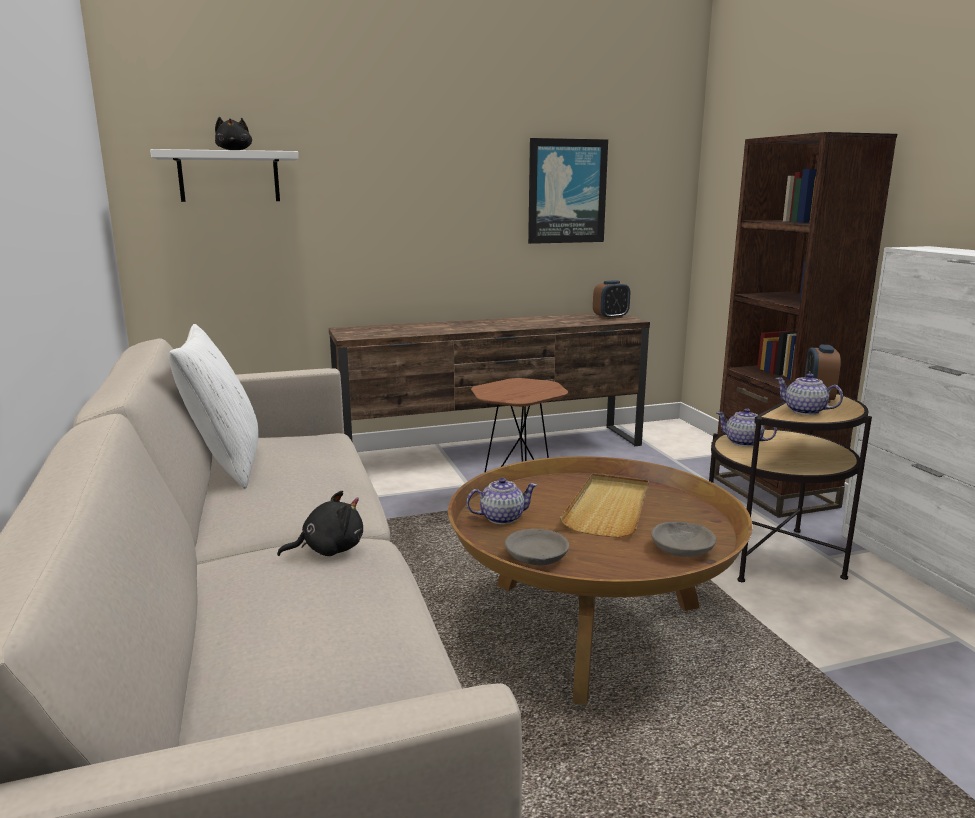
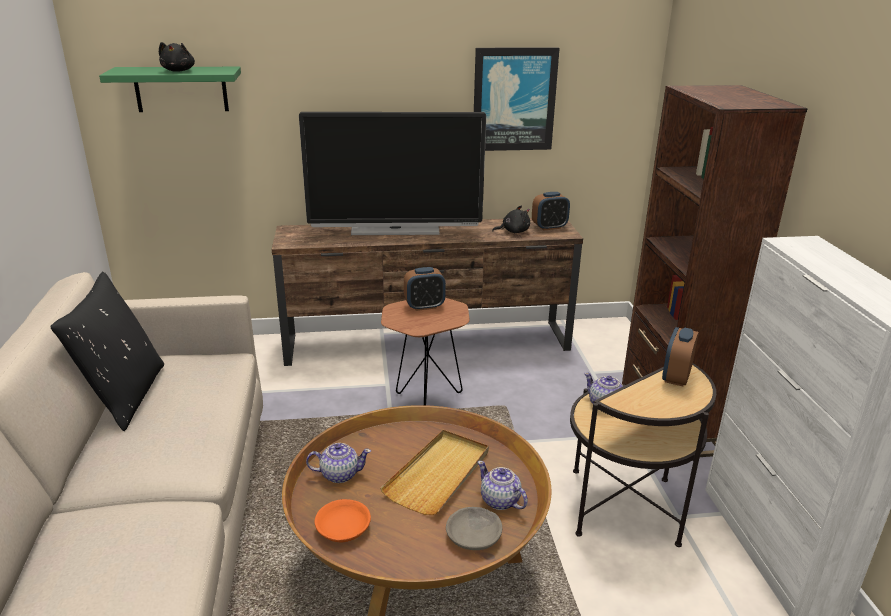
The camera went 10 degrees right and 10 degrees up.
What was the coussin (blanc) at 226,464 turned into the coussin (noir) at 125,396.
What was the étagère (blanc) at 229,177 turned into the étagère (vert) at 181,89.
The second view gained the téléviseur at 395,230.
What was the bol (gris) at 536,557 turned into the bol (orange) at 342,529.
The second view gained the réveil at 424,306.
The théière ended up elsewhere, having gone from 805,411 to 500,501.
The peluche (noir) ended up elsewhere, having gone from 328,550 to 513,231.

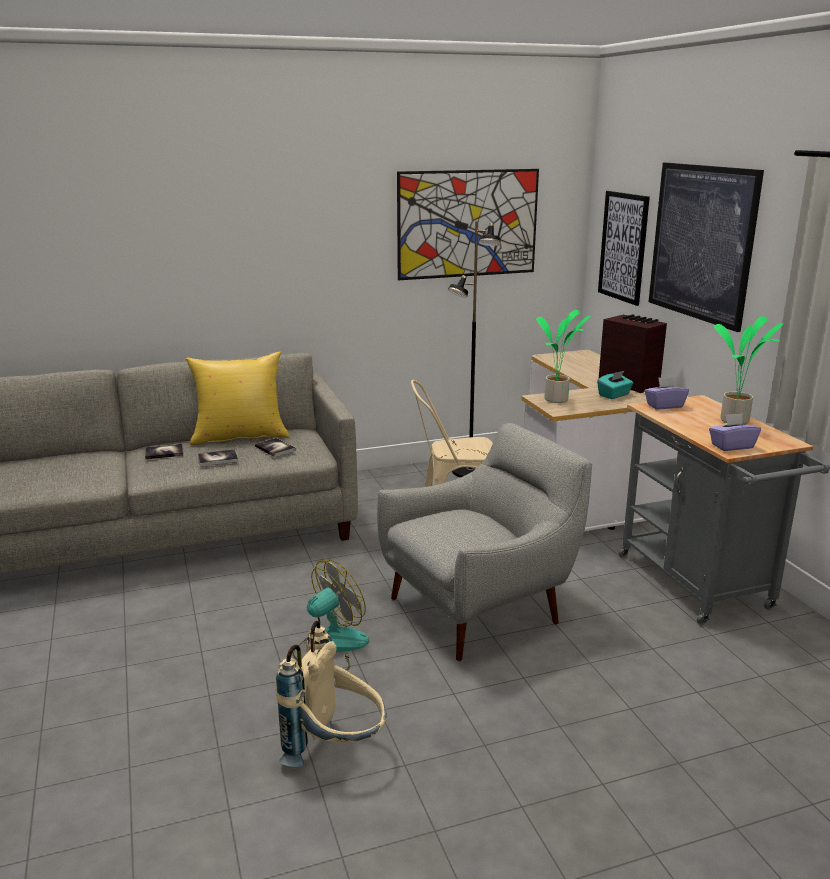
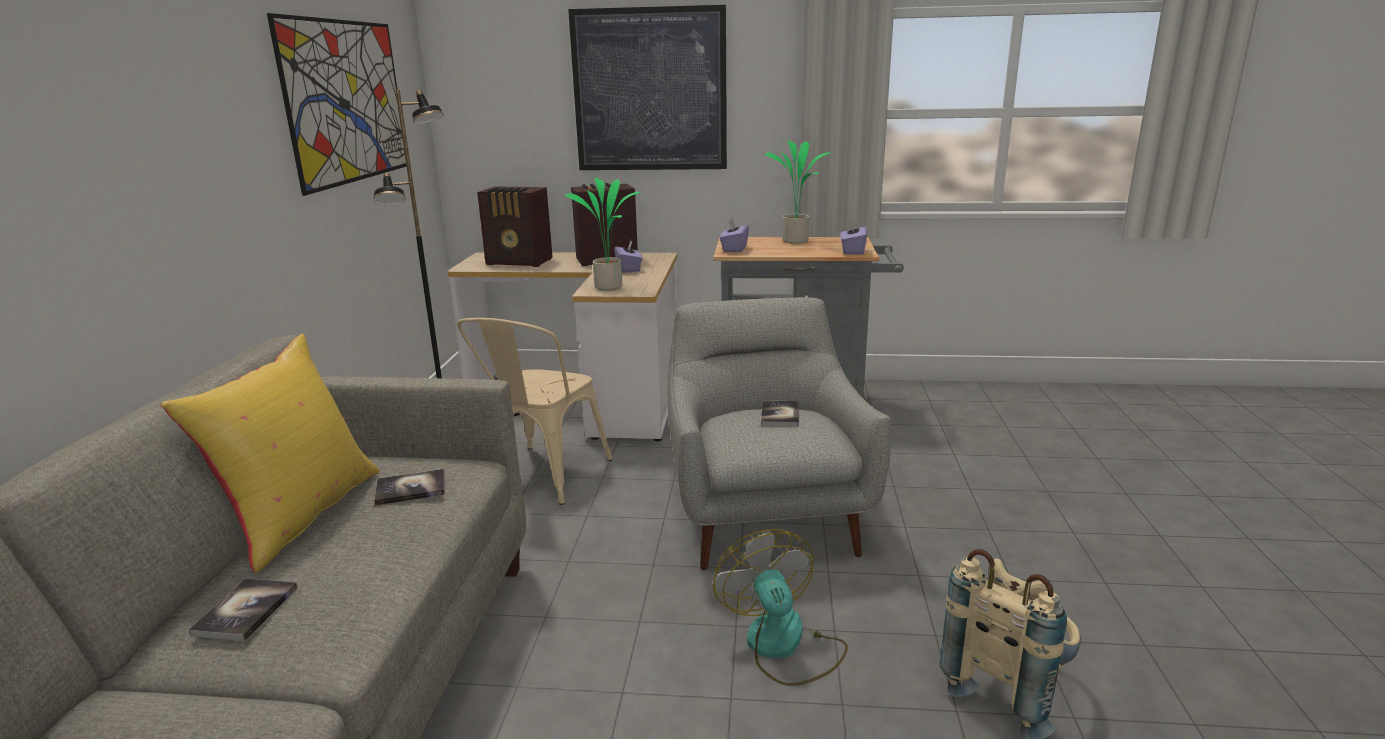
The camera went 65 degrees left and 0 degrees up.
The second view gained the radio at 520,262.
What was the boîte à mouchoirs (turquoise) at 614,395 turned into the boîte à mouchoirs (violet) at 629,269.
The livre ended up elsewhere, having gone from 218,459 to 780,415.
The second view lost the tableau at 623,247.

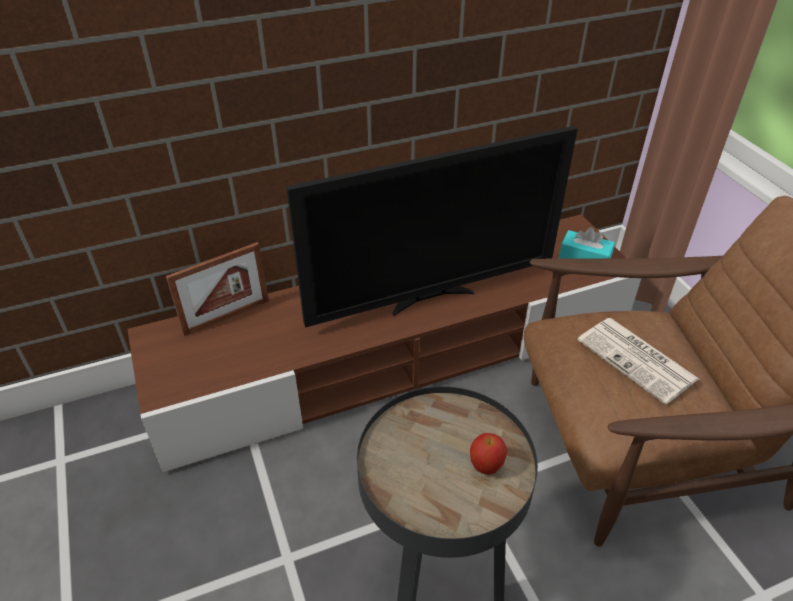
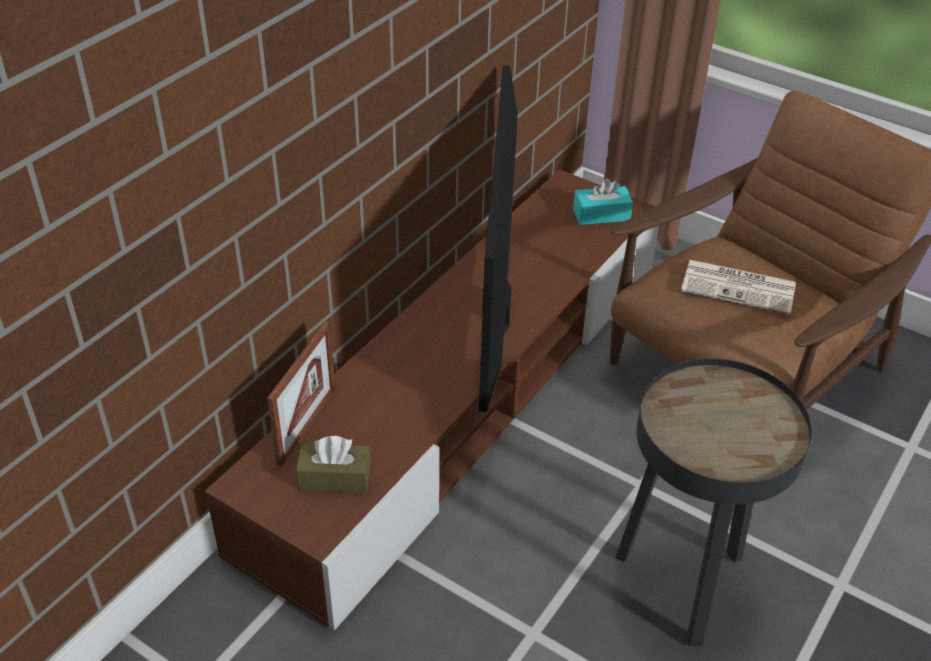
The camera went 35 degrees left and 0 degrees up.
The second view gained the boîte à mouchoirs (marron) at 334,477.
The téléviseur at 431,298 ended up facing another way, 150 degrees clockwise from before.
The second view lost the pomme at 485,467.

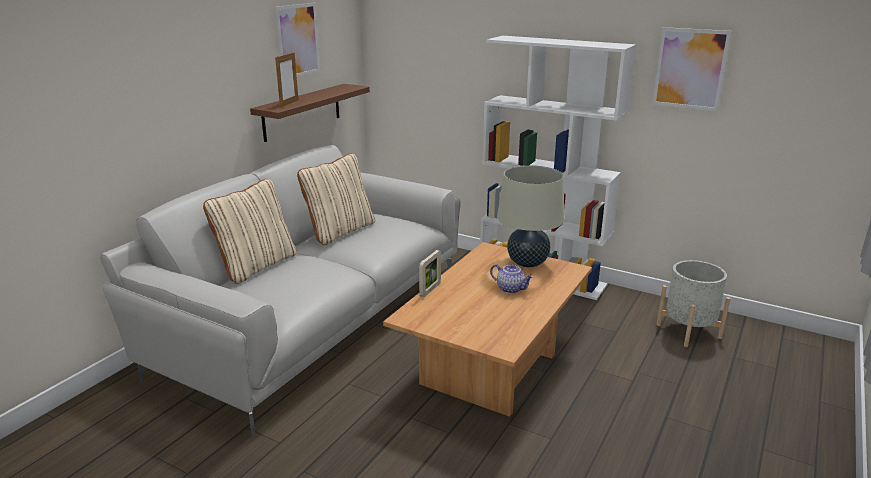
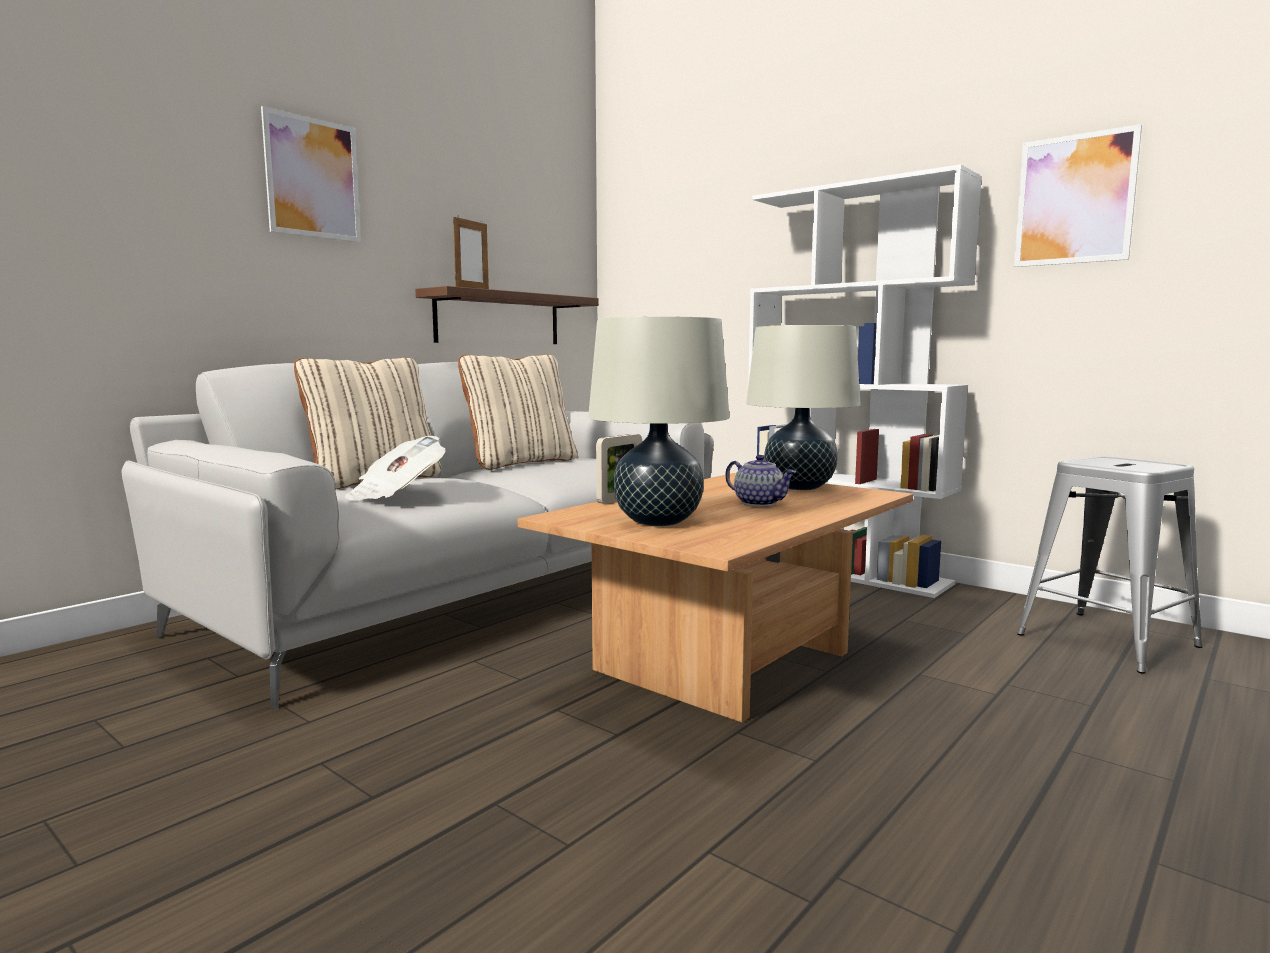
The camera went 10 degrees right and 15 degrees down.
The tableau ended up elsewhere, having gone from 298,40 to 313,178.
The second view gained the journal at 396,494.
The second view gained the lampe de table (beige) at 658,521.
Where the cache-pot (gris) stood at 688,331, the tabouret (gris) came to stand at 1107,641.

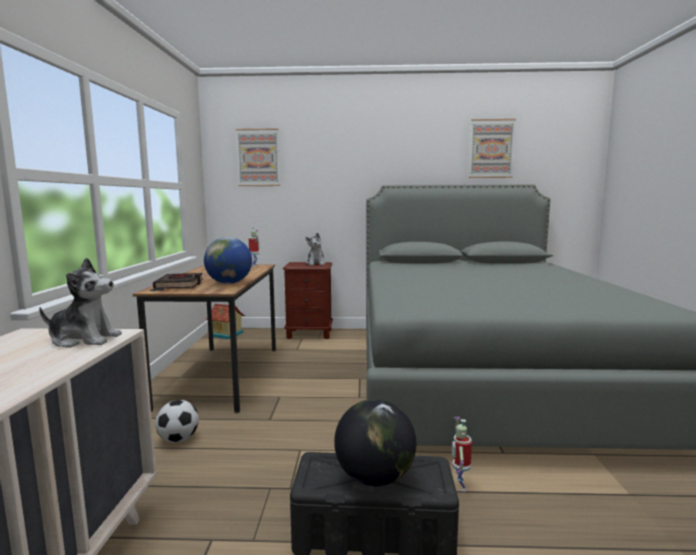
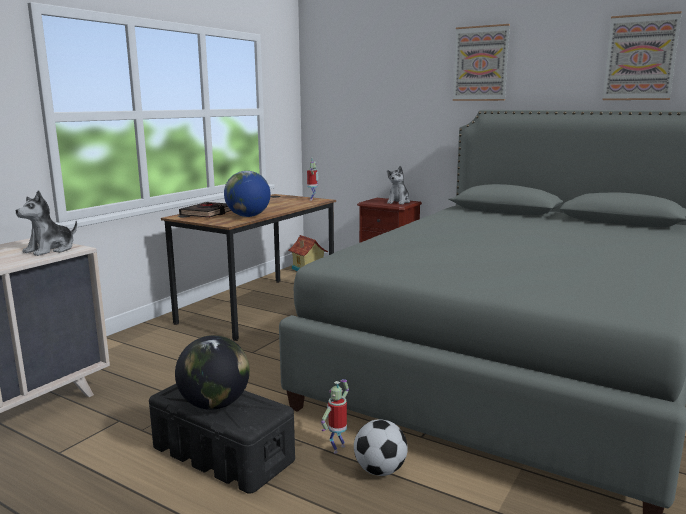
The camera went 30 degrees right and 5 degrees up.
The peluche at 84,339 ended up facing another way, 90 degrees clockwise from before.
The ballon de foot ended up elsewhere, having gone from 178,439 to 380,470.
The tableau ended up elsewhere, having gone from 258,157 to 480,63.

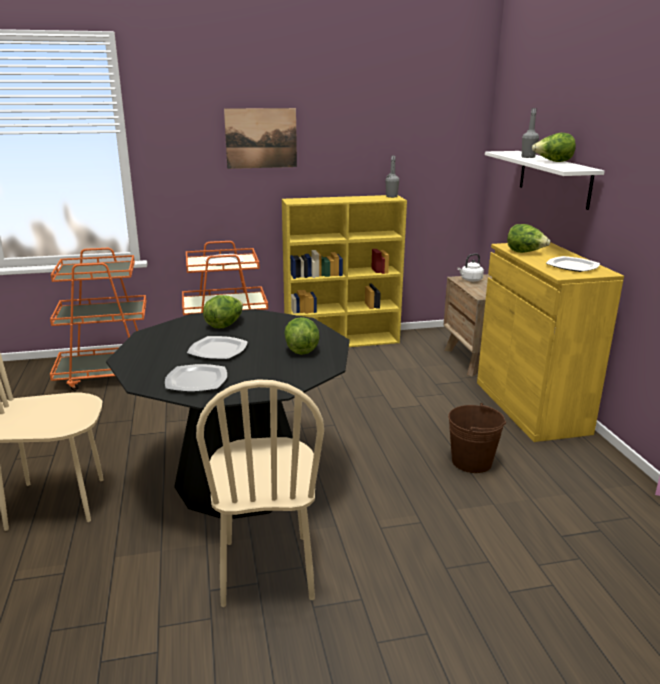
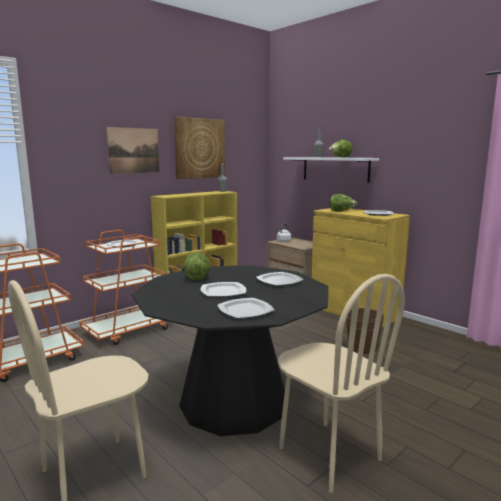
The camera went 30 degrees left and 10 degrees down.
The second view gained the tableau at 199,148.
Where the laitue stood at 301,349, the assiette came to stand at 279,281.

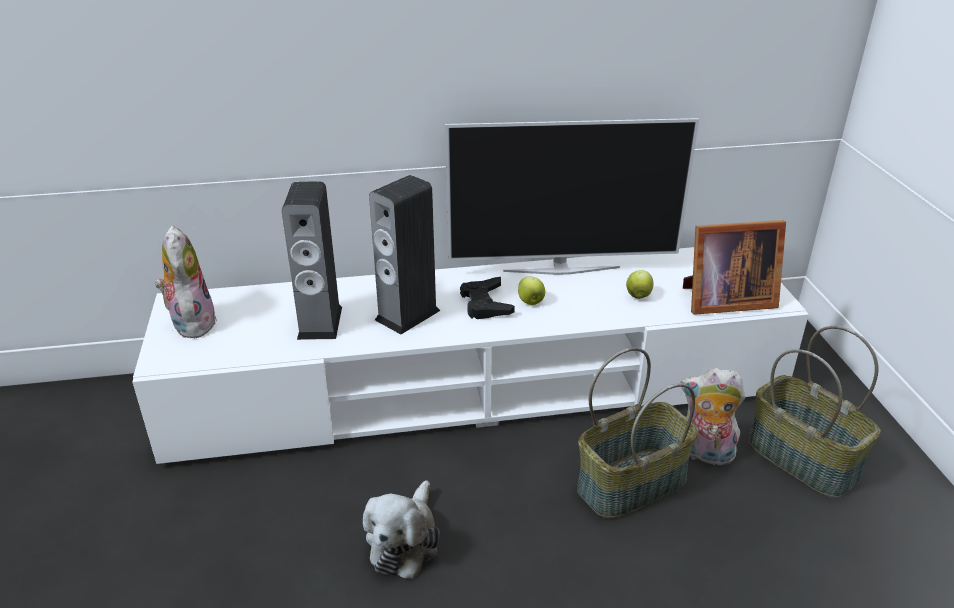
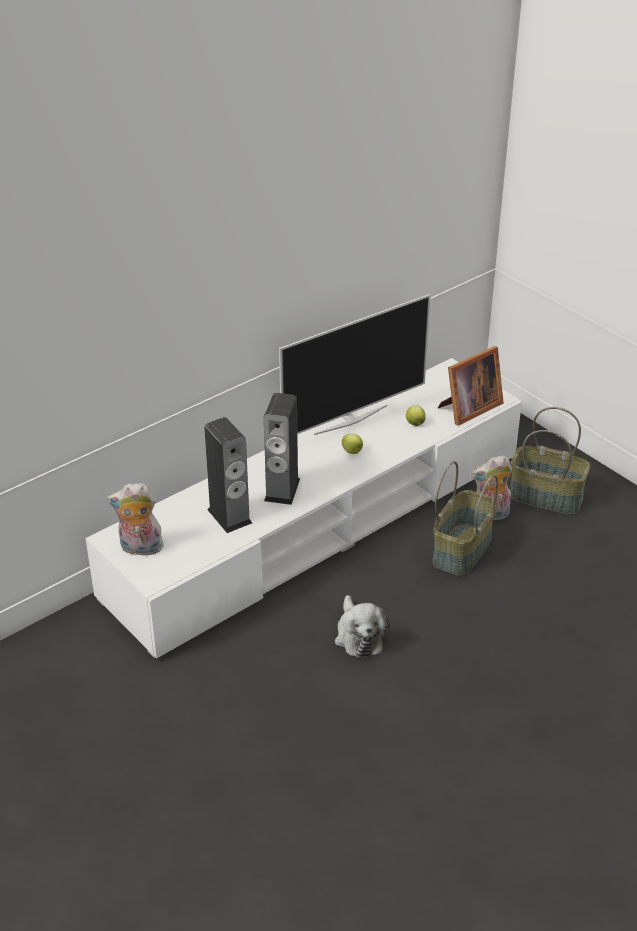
The camera went 30 degrees left and 5 degrees up.
The peluche at 191,322 ended up facing another way, 45 degrees counterclockwise from before.
The second view lost the manette (noir) at 485,304.

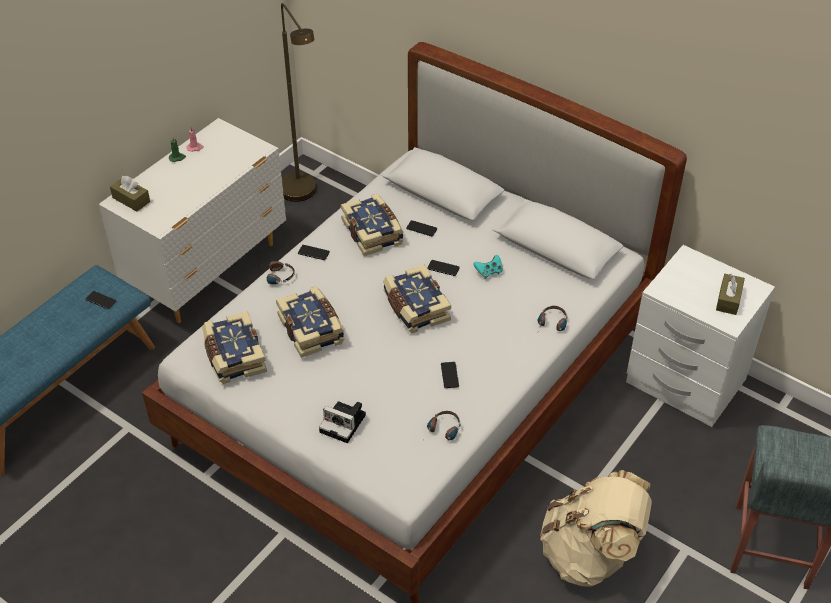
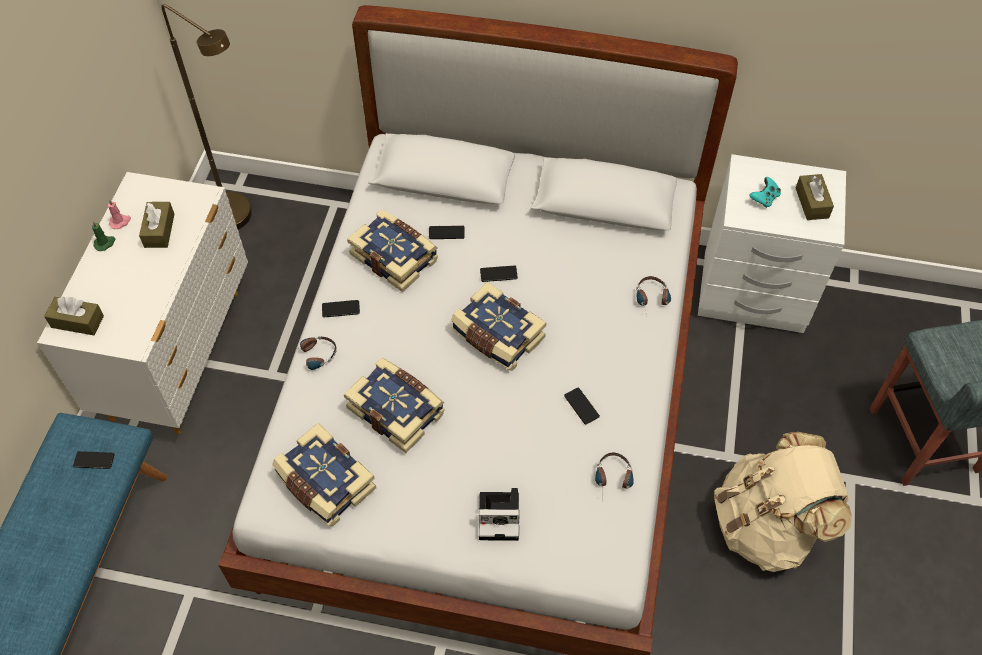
The camera went 25 degrees left and 10 degrees up.
The second view gained the boîte à mouchoirs (marron) at 159,230.
The manette (turquoise) ended up elsewhere, having gone from 488,272 to 764,198.

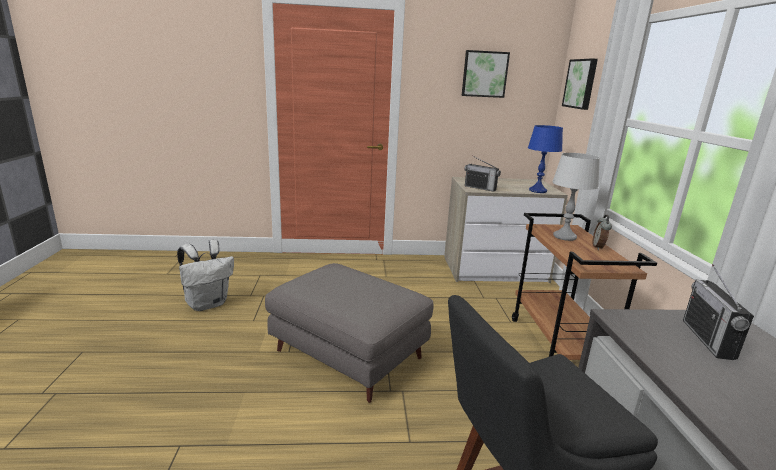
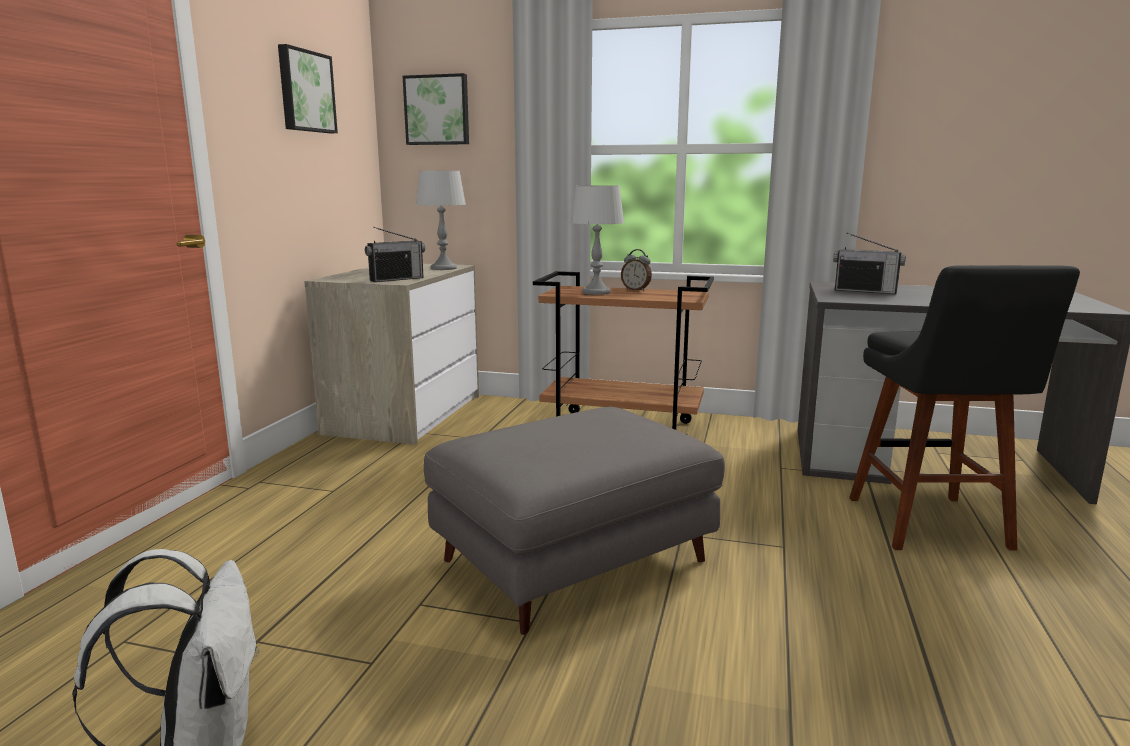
The camera went 70 degrees left and 5 degrees down.
What was the lampe de table (bleu) at 537,191 turned into the lampe de table (gris) at 443,268.

